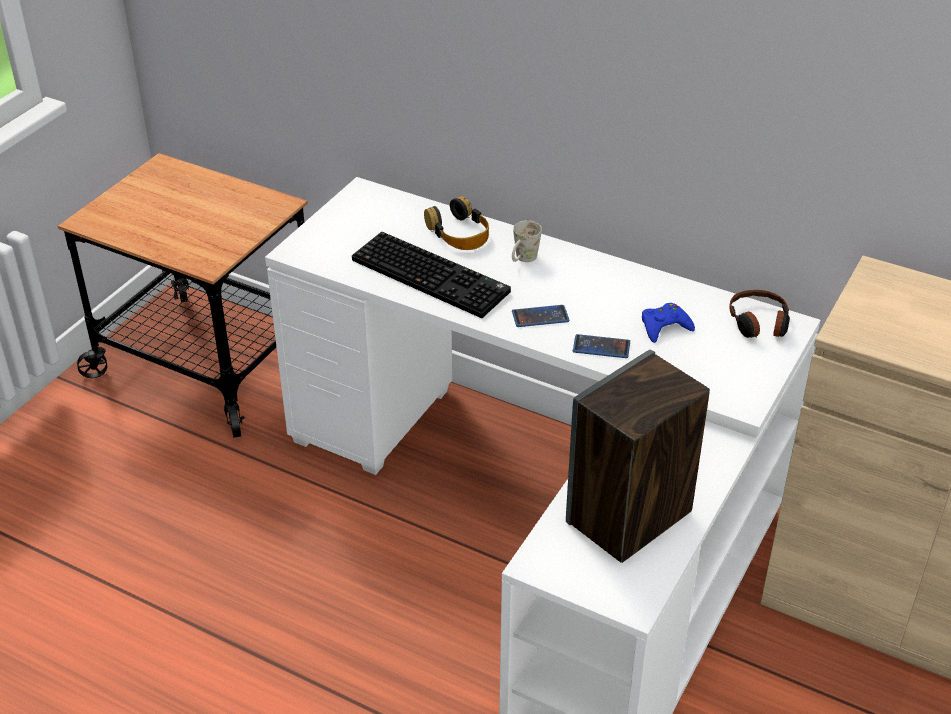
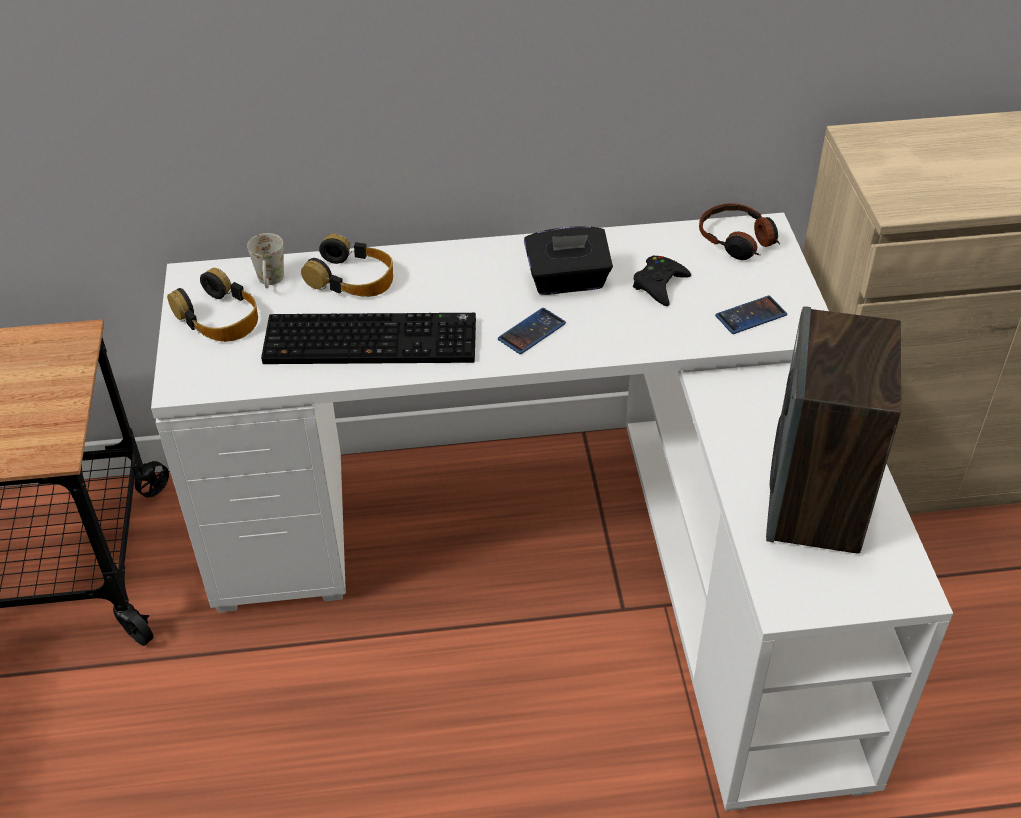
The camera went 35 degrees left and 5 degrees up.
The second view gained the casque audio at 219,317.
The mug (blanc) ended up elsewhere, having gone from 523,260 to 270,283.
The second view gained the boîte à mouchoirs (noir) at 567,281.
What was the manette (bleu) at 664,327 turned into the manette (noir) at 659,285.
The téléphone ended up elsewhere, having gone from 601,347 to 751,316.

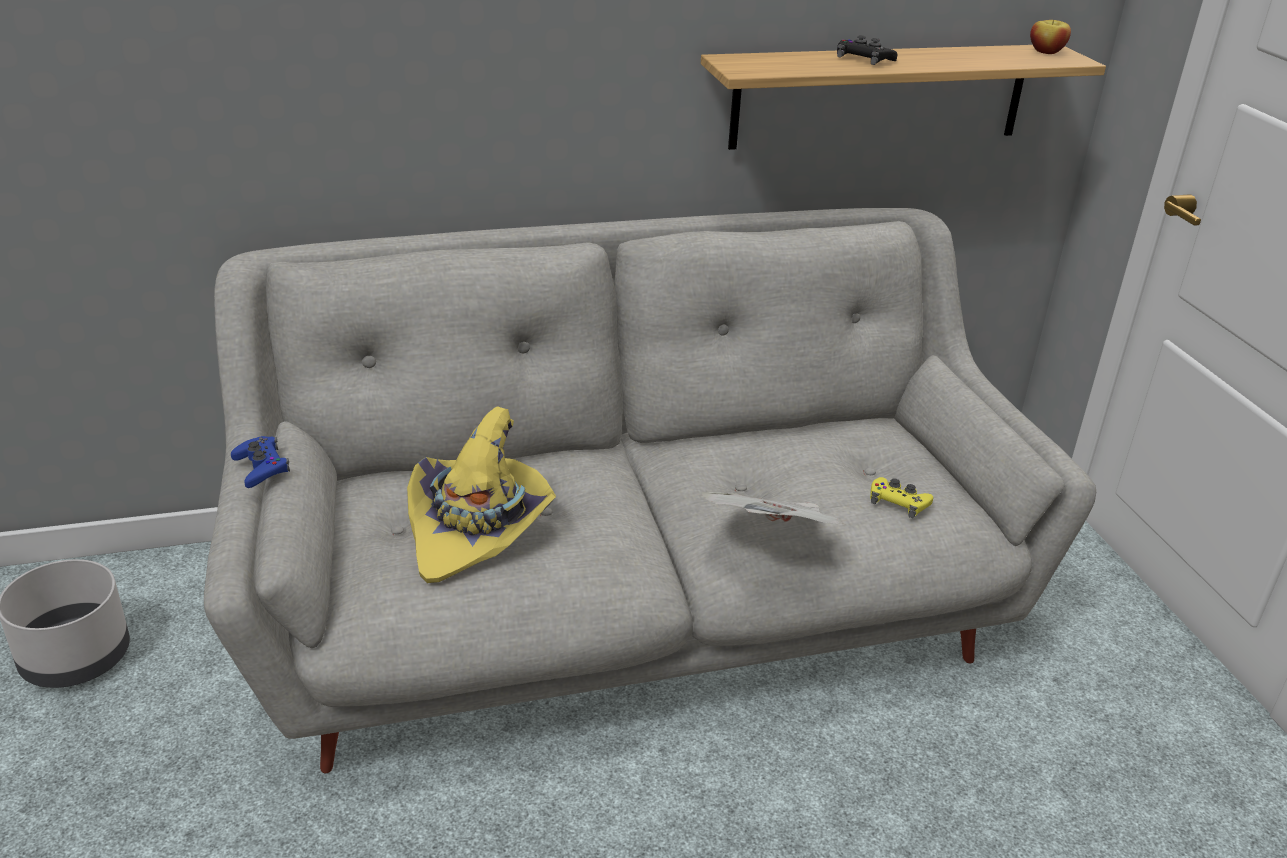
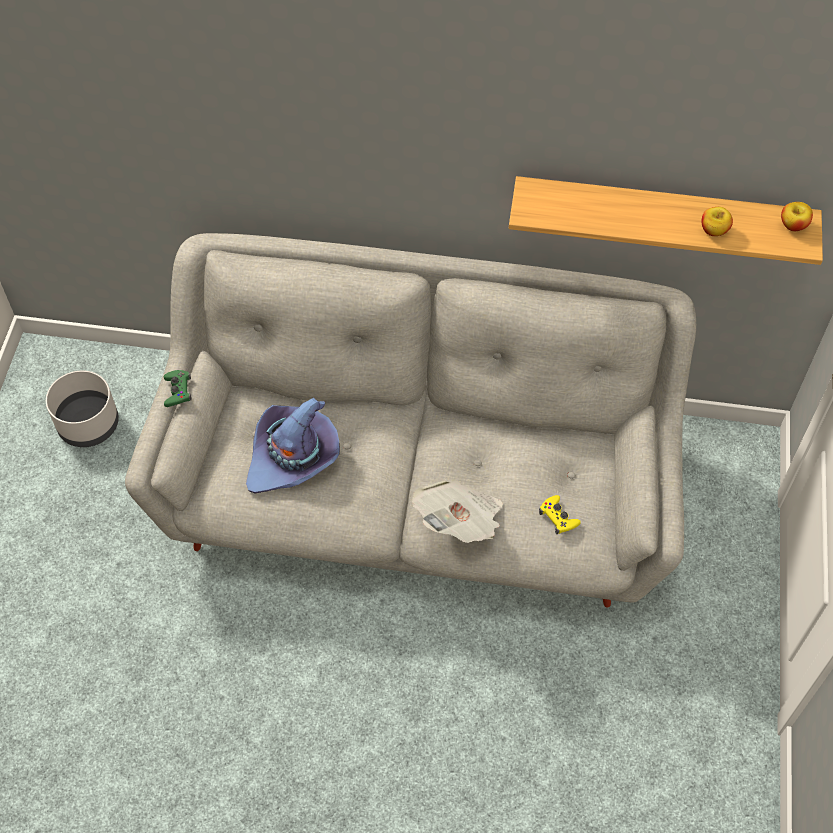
The camera went 25 degrees right and 25 degrees up.
What was the manette (bleu) at 261,467 turned into the manette (vert) at 178,391.
What was the chapeau (jaune) at 478,528 turned into the chapeau (violet) at 294,457.
The second view gained the pomme at 713,230.
The second view lost the manette (noir) at 864,59.

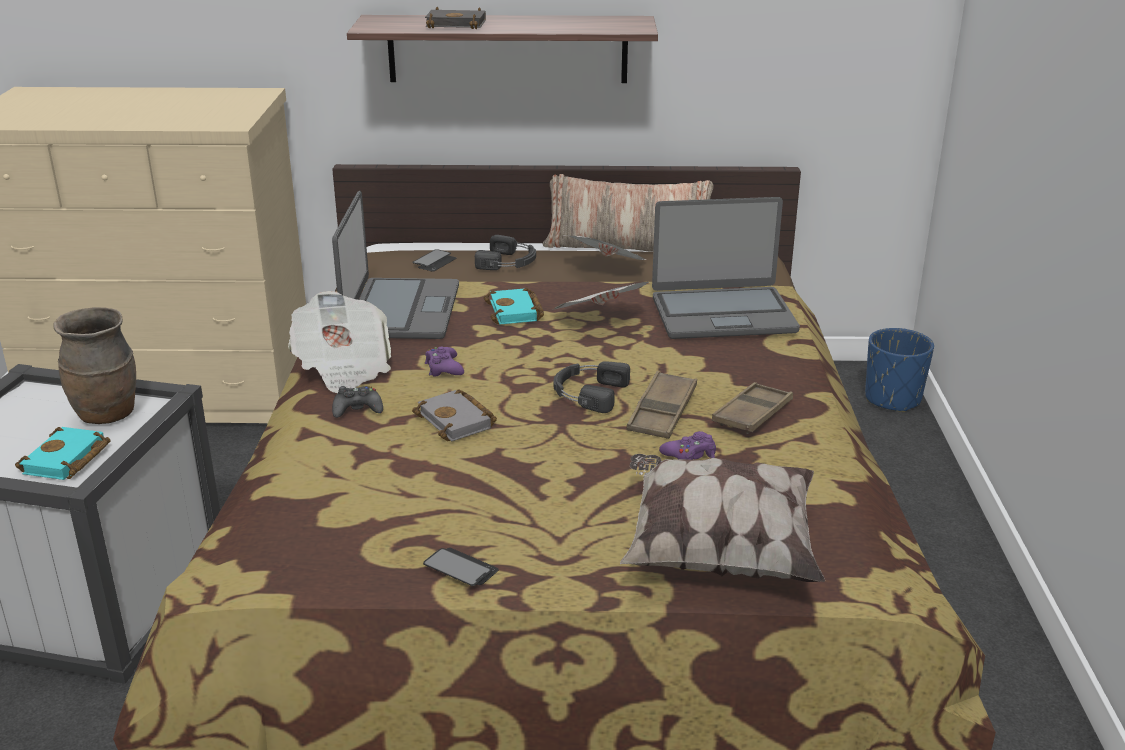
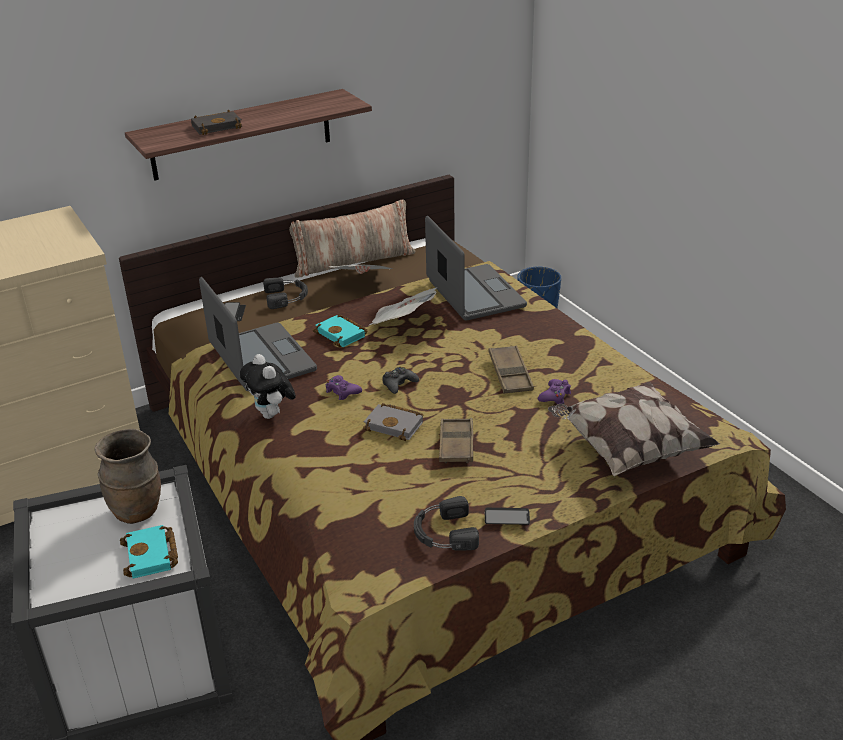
The camera went 30 degrees left and 5 degrees up.
Where the journal stood at 343,367, the peluche came to stand at 272,415.
The manette (noir) ended up elsewhere, having gone from 357,409 to 399,384.
The casque audio (noir) ended up elsewhere, having gone from 588,392 to 443,532.
The ordinateur portable at 722,314 ended up facing another way, 75 degrees counterclockwise from before.
The plateau (marron) ended up elsewhere, having gone from 752,414 to 456,445.

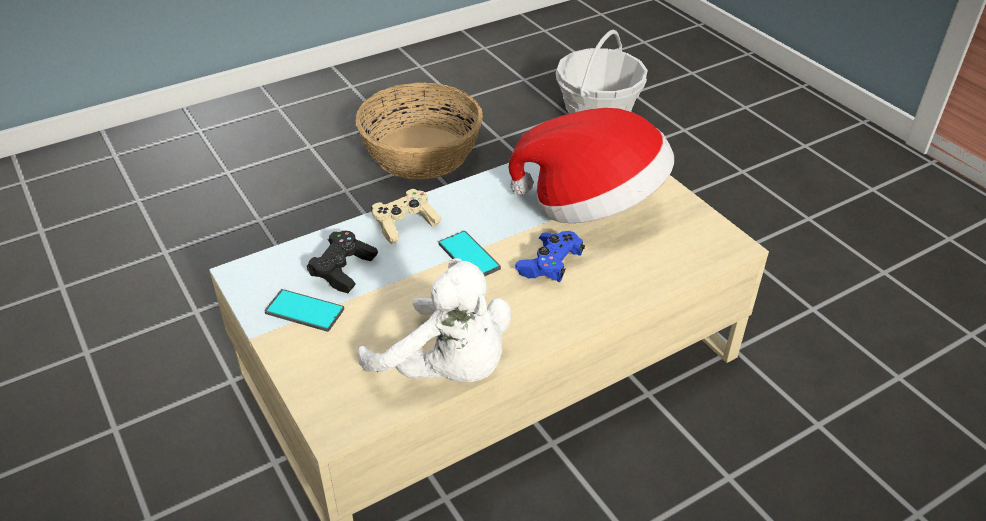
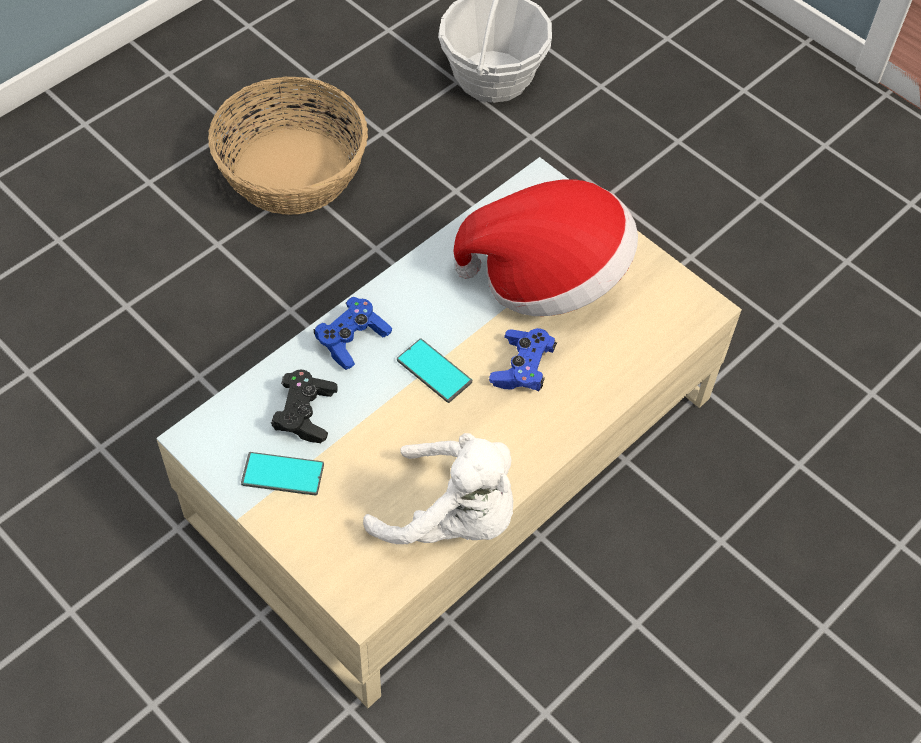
The camera went 15 degrees left and 15 degrees up.
What was the manette (beige) at 405,225 turned into the manette (bleu) at 352,340.

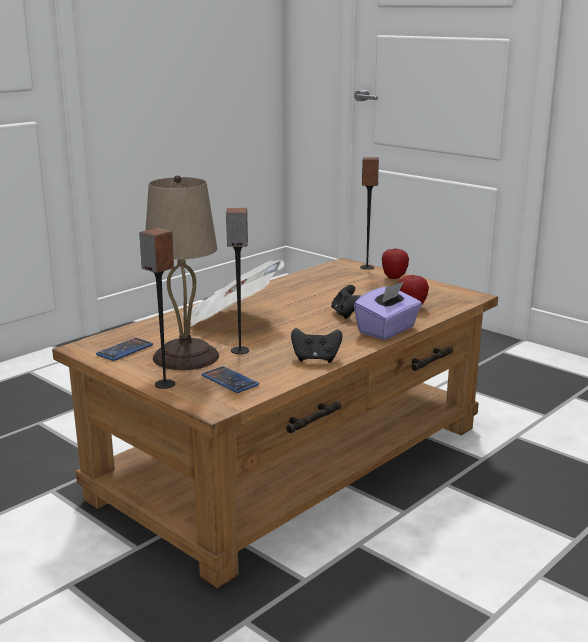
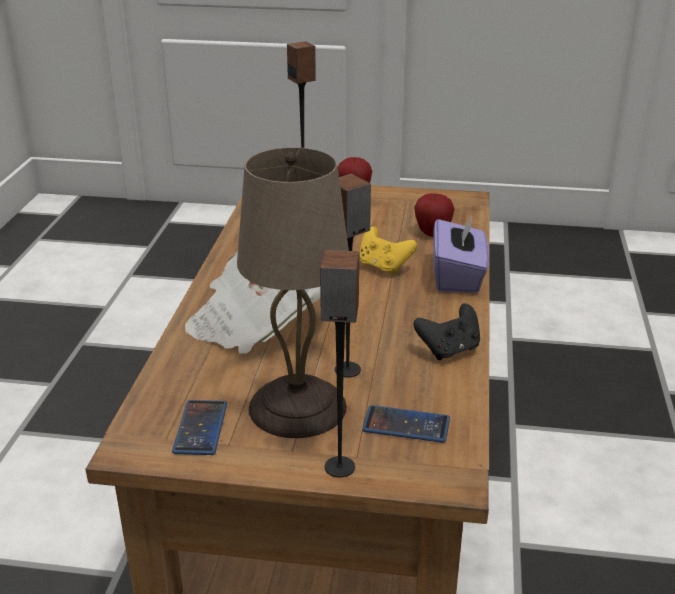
The camera went 35 degrees left and 10 degrees up.
What was the manette (noir) at 347,314 turned into the manette (jaune) at 384,267.

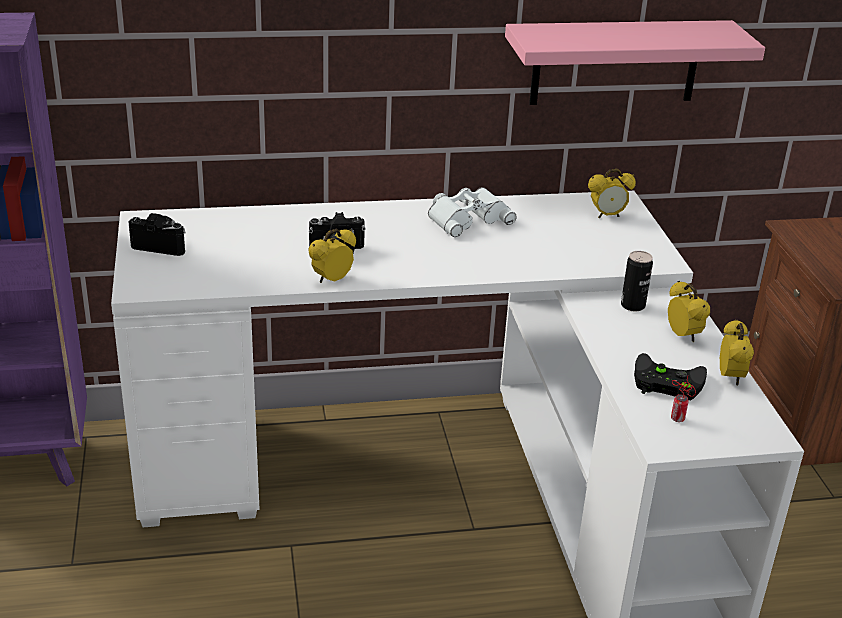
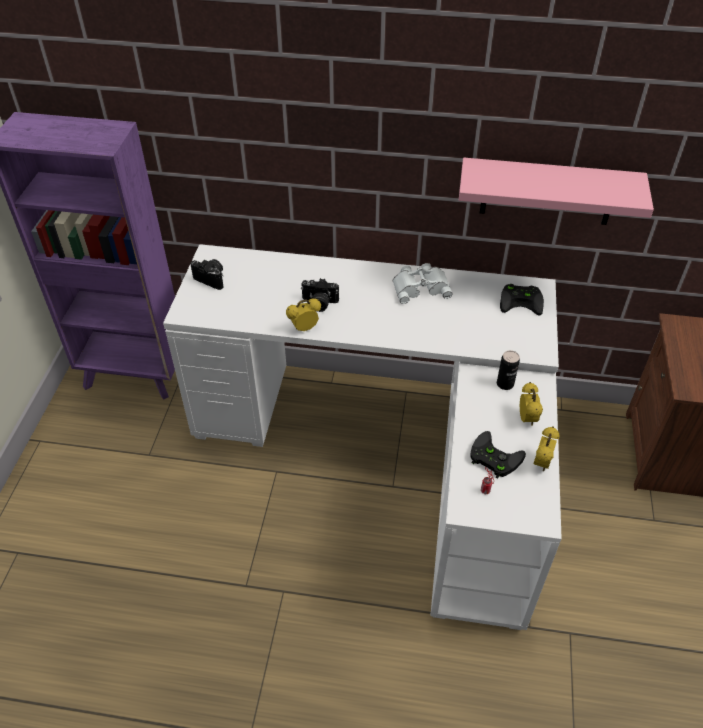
The camera went 20 degrees right and 15 degrees up.
Where the réveil stood at 607,215, the manette (noir) came to stand at 522,301.

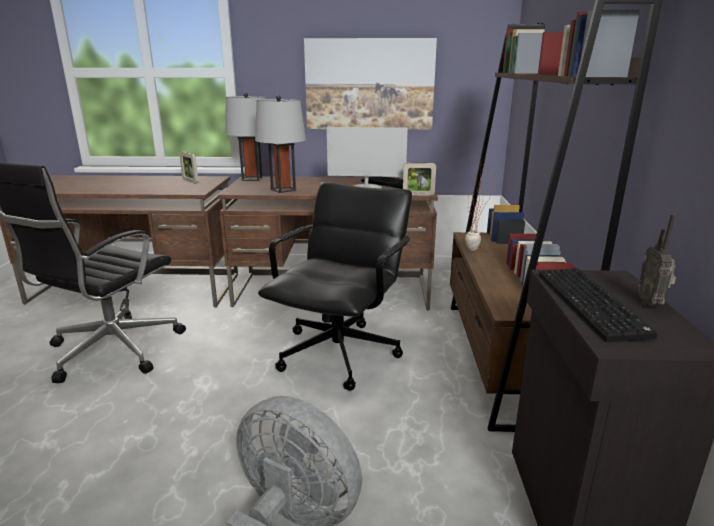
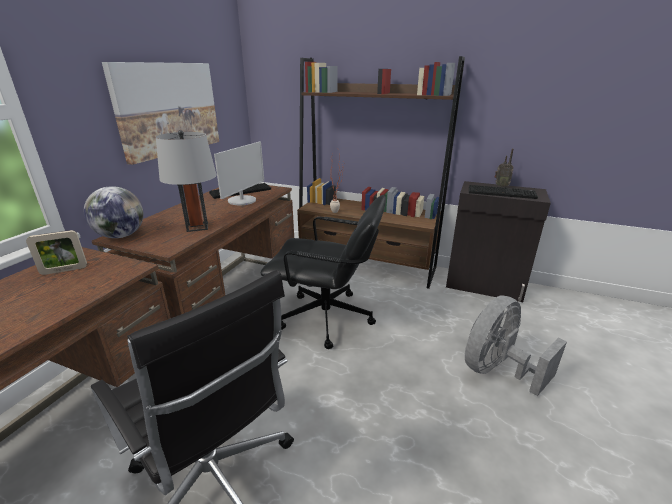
The camera went 70 degrees left and 5 degrees up.
Where the lampe de table (gris) stood at 252,179, the globe came to stand at 121,236.
The chaise de bureau (noir) at 340,353 ended up facing another way, 150 degrees clockwise from before.
The second view lost the cadre photo at 418,194.

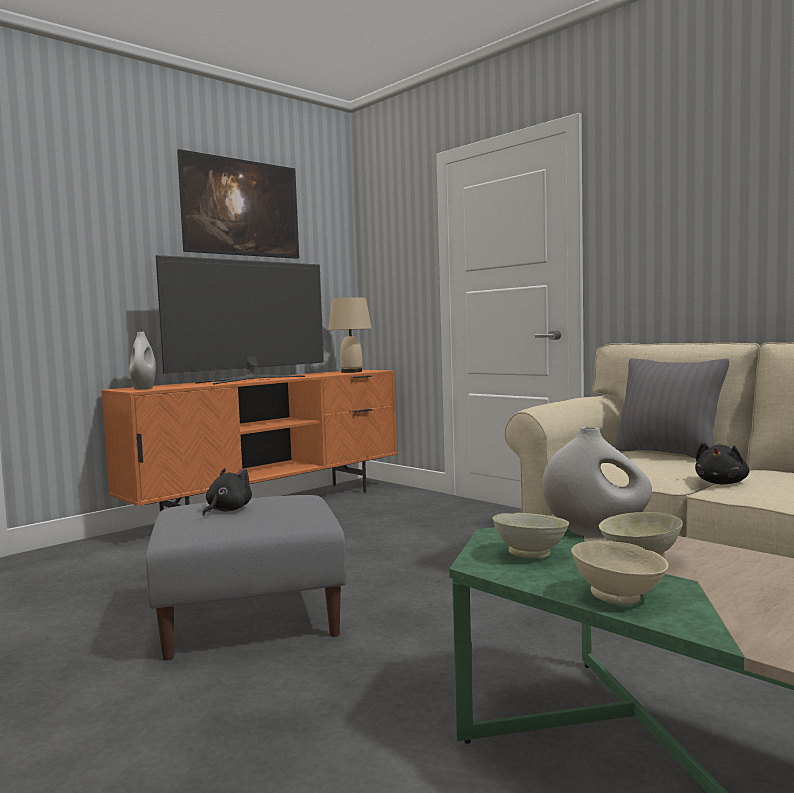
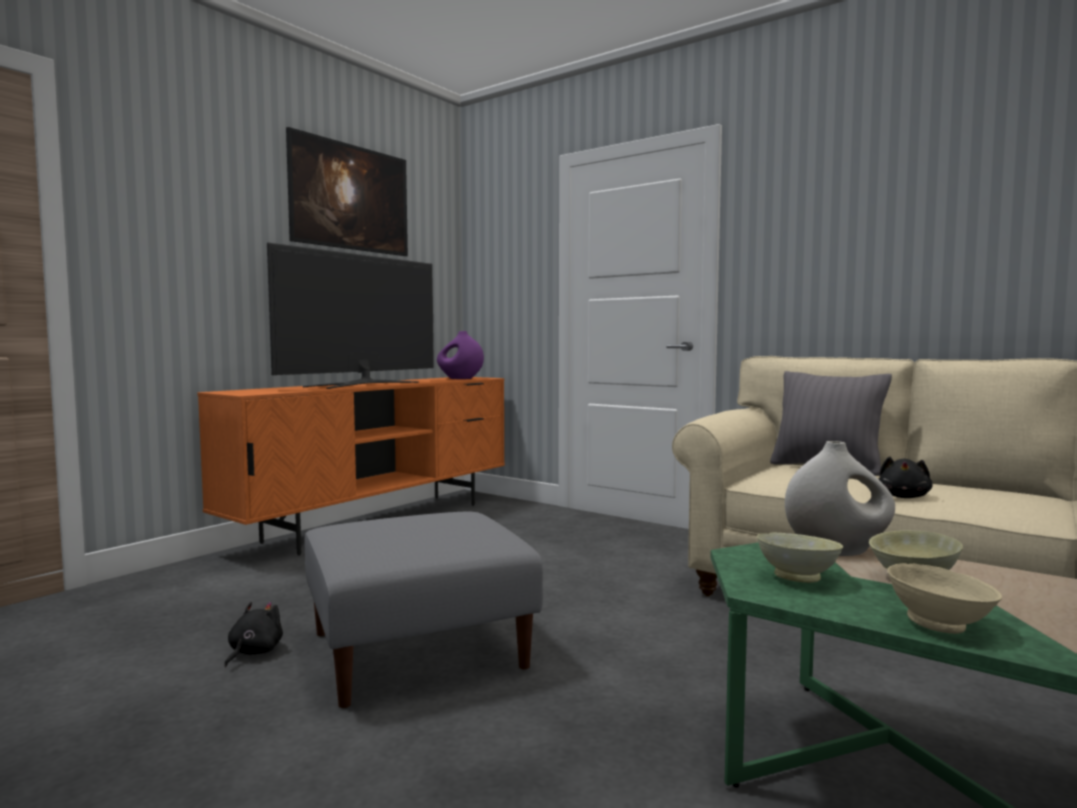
The camera went 10 degrees left and 0 degrees up.
The peluche (noir) ended up elsewhere, having gone from 227,510 to 253,652.
Where the lampe de table (beige) stood at 351,372, the vase (violet) came to stand at 460,378.
The second view lost the vase (blanc) at 144,388.

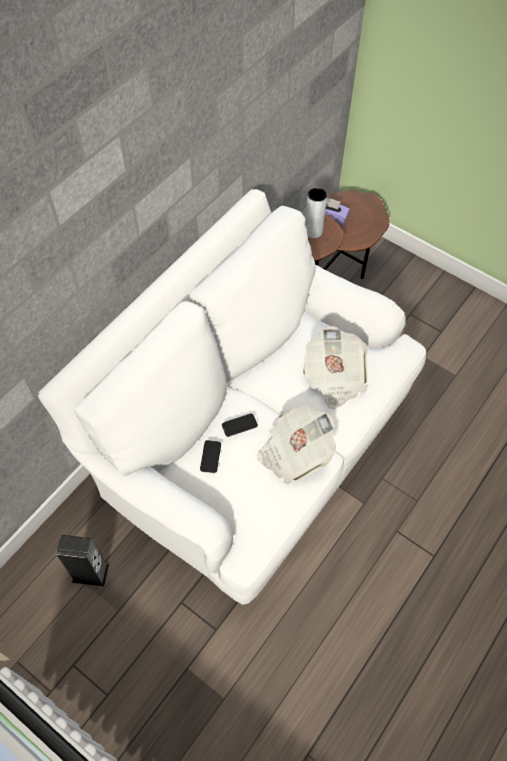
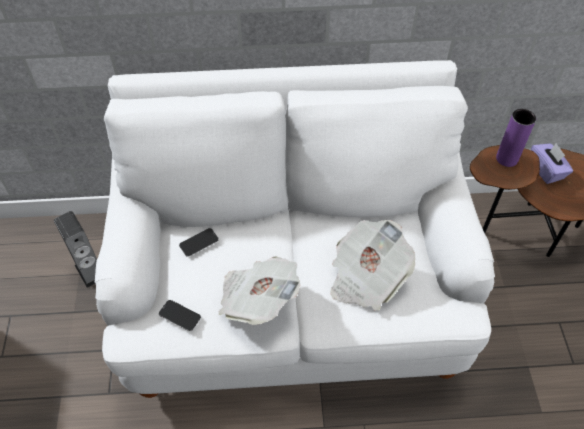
The camera went 50 degrees right and 5 degrees down.
The téléphone ended up elsewhere, having gone from 239,425 to 180,315.
What was the vase (gris) at 313,231 turned into the vase (violet) at 506,159.

